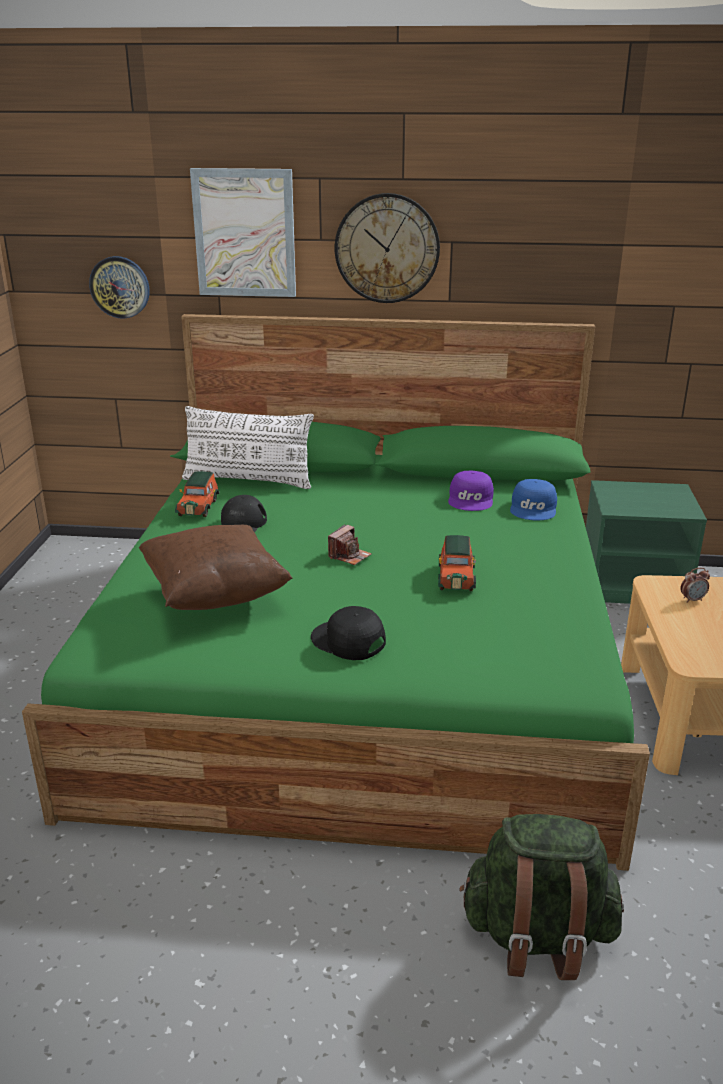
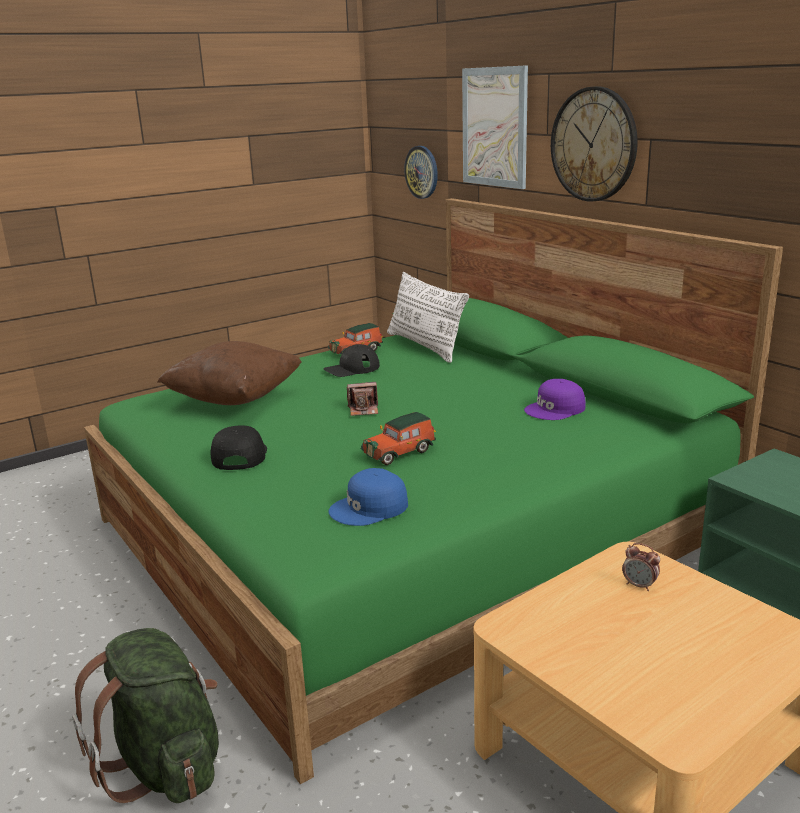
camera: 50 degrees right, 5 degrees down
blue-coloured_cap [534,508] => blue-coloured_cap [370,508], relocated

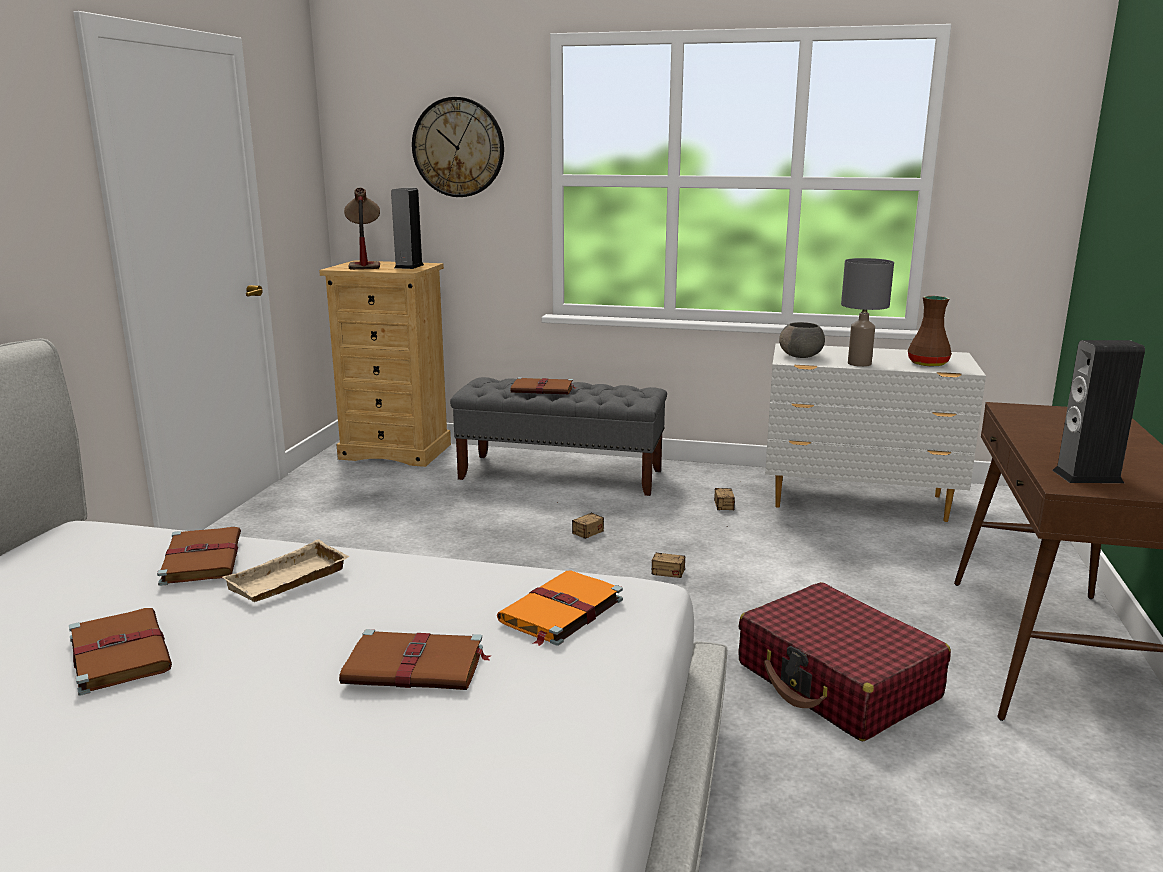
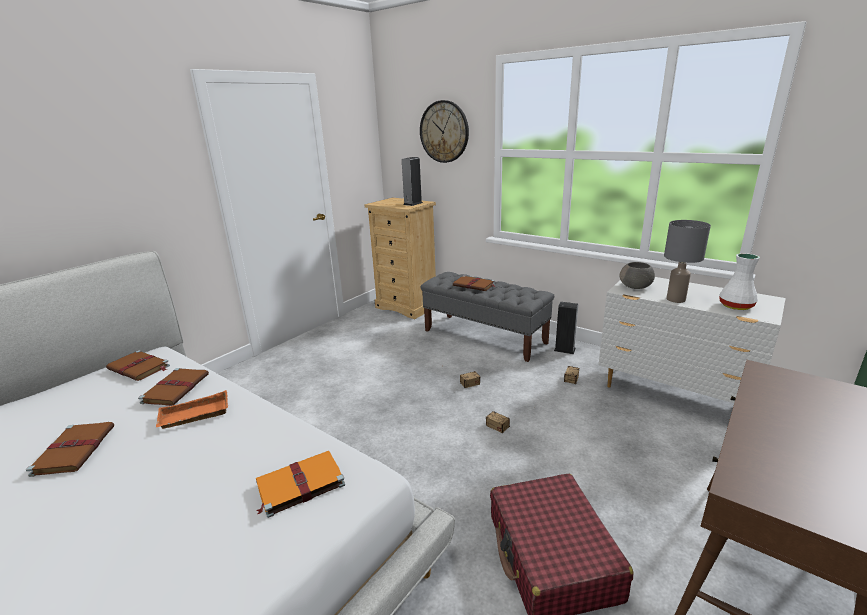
camera: 25 degrees right, 5 degrees up
beige_carrying_tray [288,581] => orange_carrying_tray [194,416]
brown_book [416,666] => brown_book [139,368], relocated
tabletop_lamp [364,265] => nothing
brown_vase [929,364] => whitish_vase [736,306]
loudspeaker [1087,476] => loudspeaker [564,349], relocated

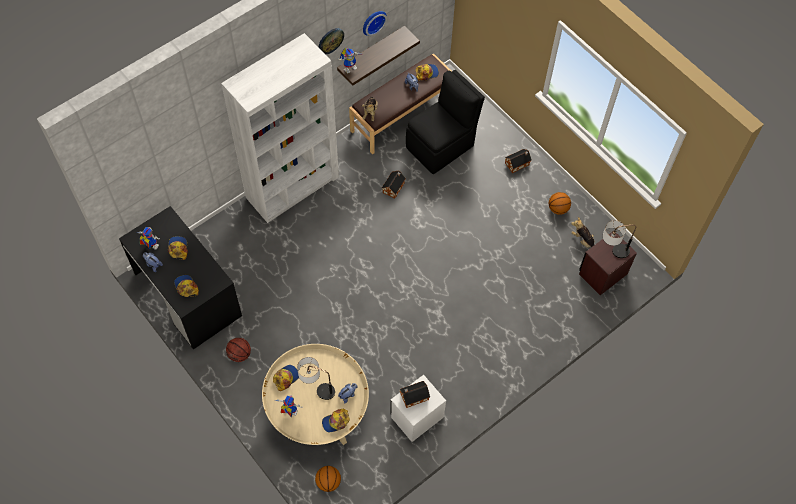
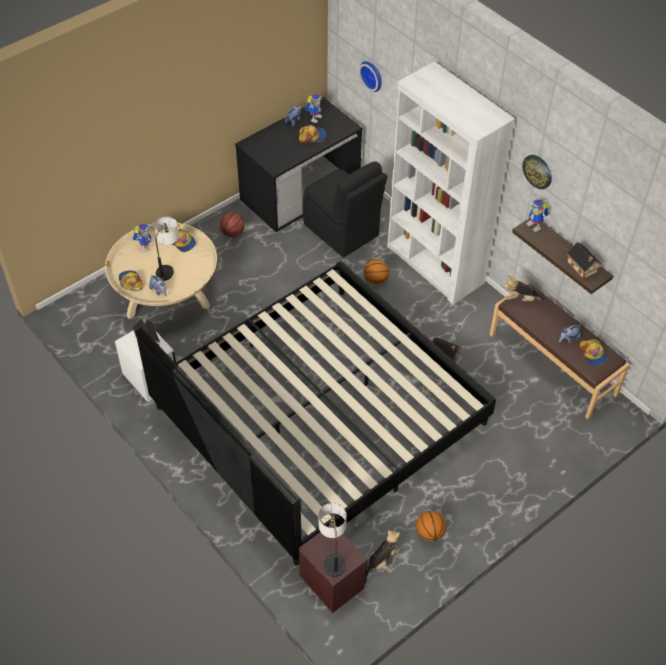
camera: 90 degrees right, 10 degrees down
cap [186,287] => nothing
basketball_ball [328,482] => basketball_ball [375,280], relocated
wall_clock [373,21] => wall_clock [372,75], relocated
black_upright_chair [441,146] => black_upright_chair [342,231], relocated
toy_house [518,163] => toy_house [582,268], relocated
nothing => bedroom_bed [320,415]

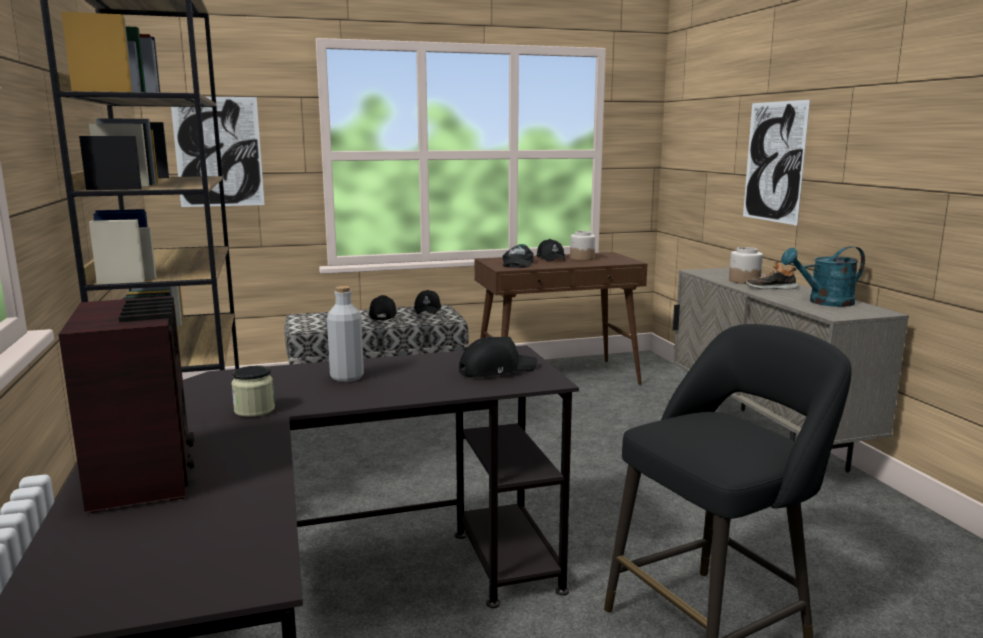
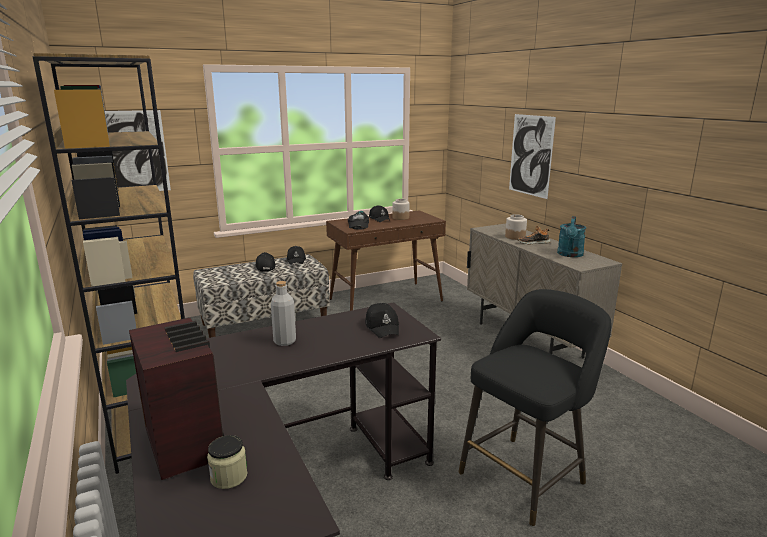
camera: 10 degrees left, 5 degrees up
jar [254,410] => jar [229,477], relocated
black_cap [496,370] => black_cap [382,327], 105 degrees clockwise
turquoise-coloured_sprinkling_can [824,302] => turquoise-coloured_sprinkling_can [570,255], 45 degrees counterclockwise

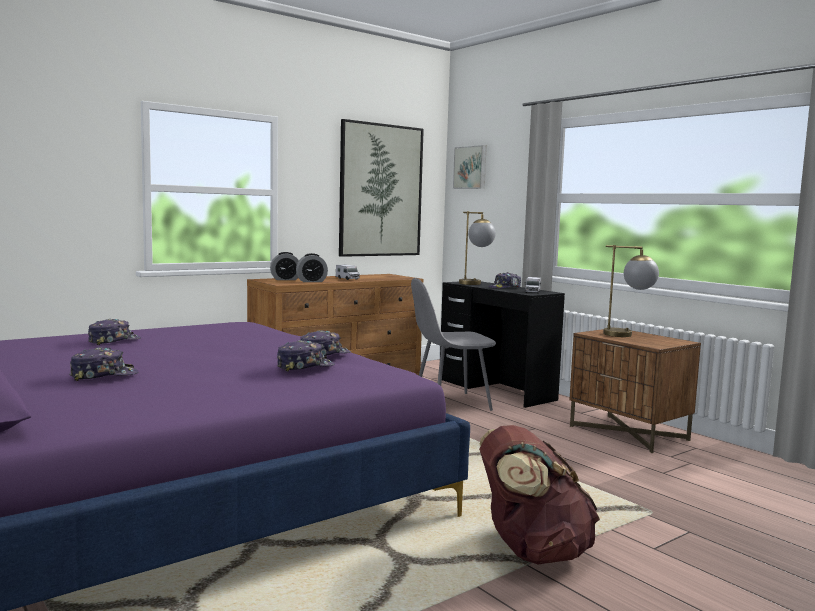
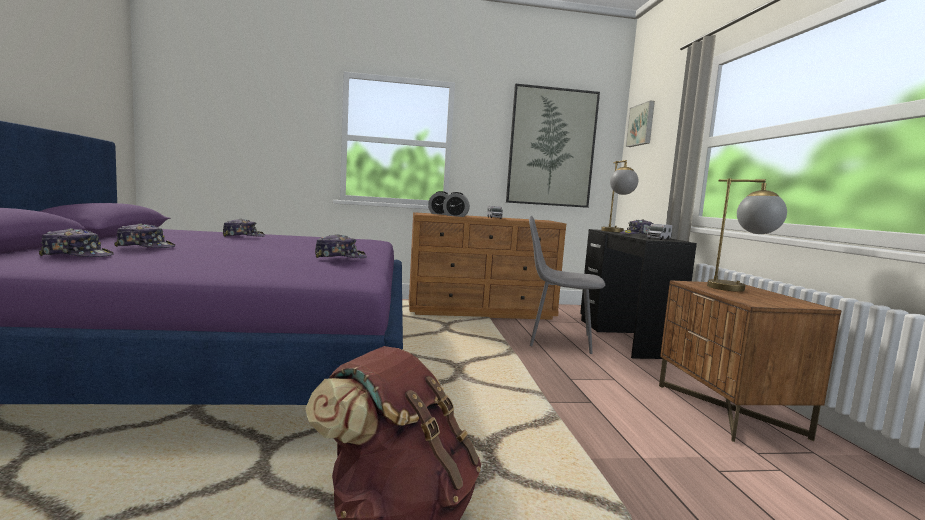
camera: 30 degrees right, 0 degrees up
cap [305,366] => cap [78,255], relocated

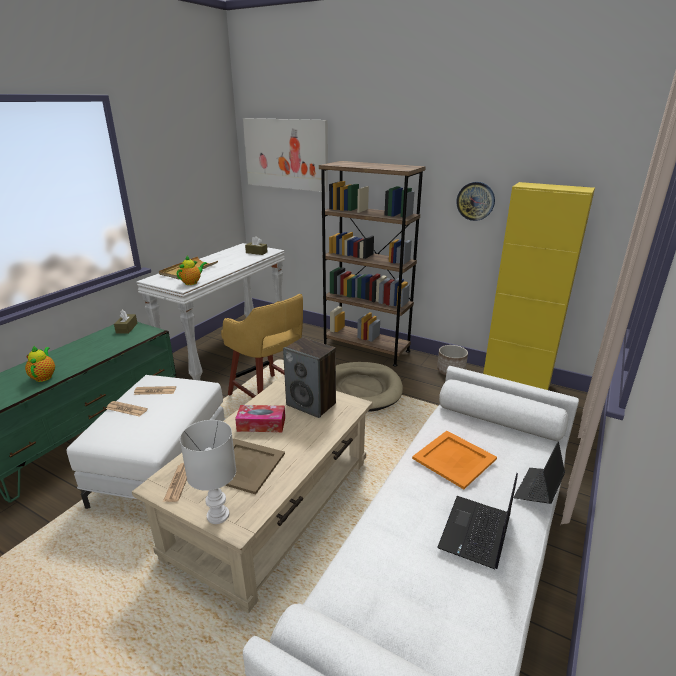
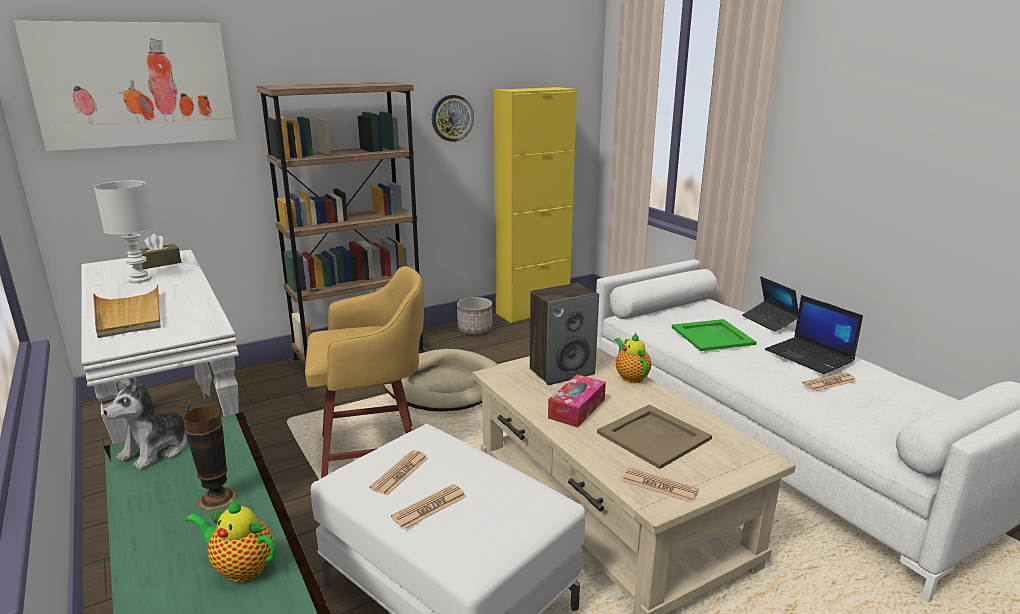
camera: 60 degrees left, 5 degrees down
brown_box_of_tissues [127,328] => soft_toy [157,450]
teapot [192,282] => teapot [630,377], relocated
whitish_tabletop_lamp [217,516] => whitish_tabletop_lamp [140,280], relocated
orange_carrying_tray [455,459] => green-coloured_carrying_tray [712,335]
nothing => vase [217,498]
nothing => printed_paper [829,382]

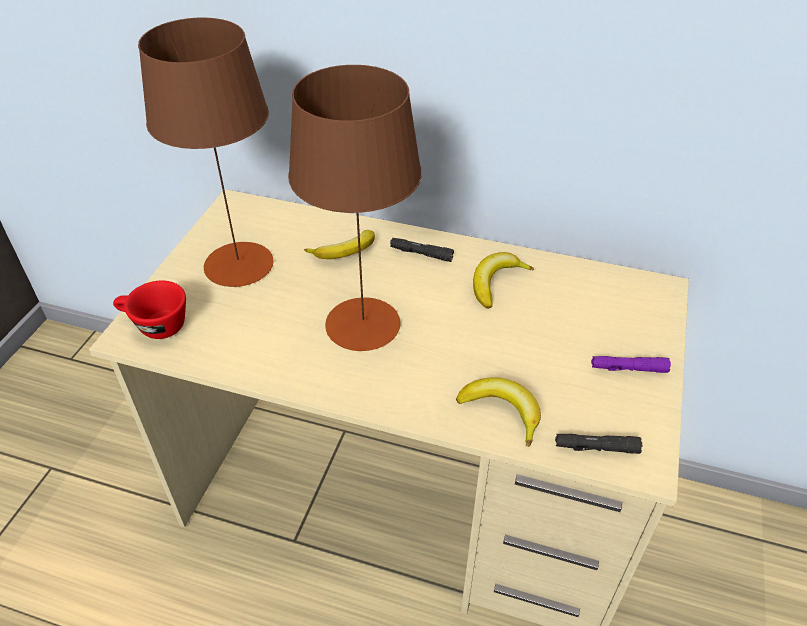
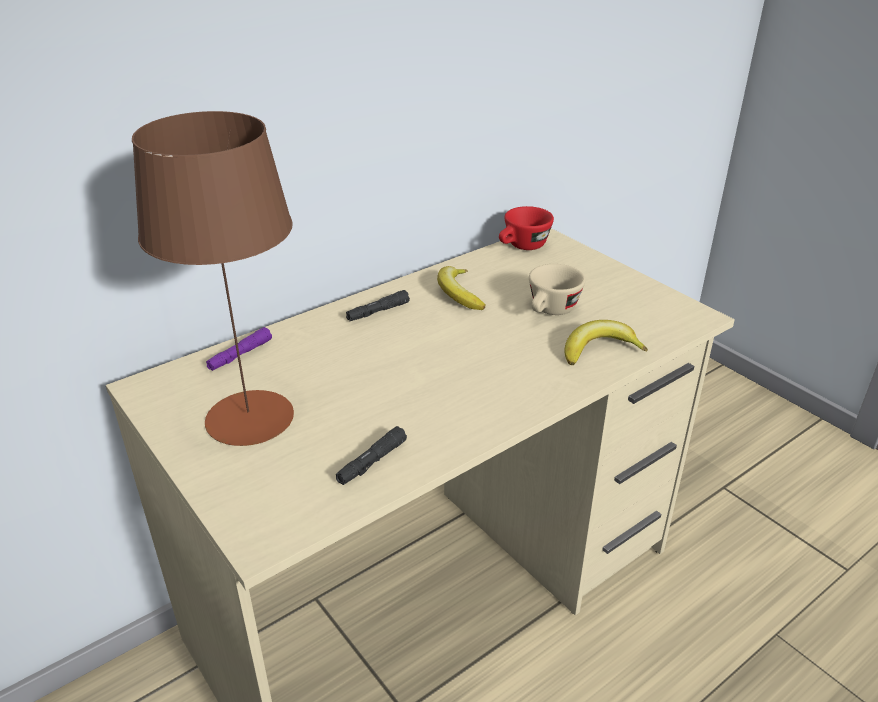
camera: 55 degrees left, 10 degrees down
reddish_small_cup [155,326] => reddish_small_cup [522,247], relocated
brown_tabletop_lamp [363,324] => nothing
banana_fruit [345,252] => nothing
black_hand_torch [596,448] => black_hand_torch [372,462], relocated
purplish_hand_torch [628,369] => purplish_hand_torch [240,355], relocated
nothing => beige_small_cup [551,311]

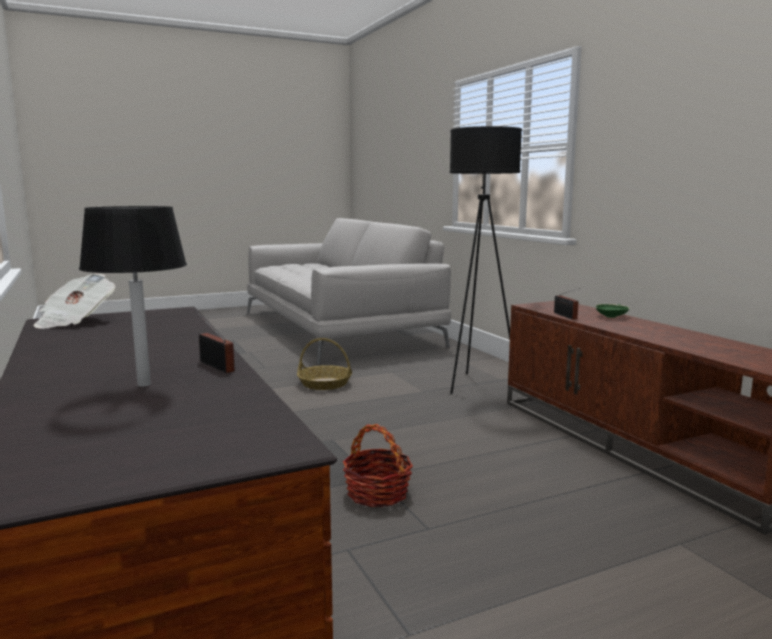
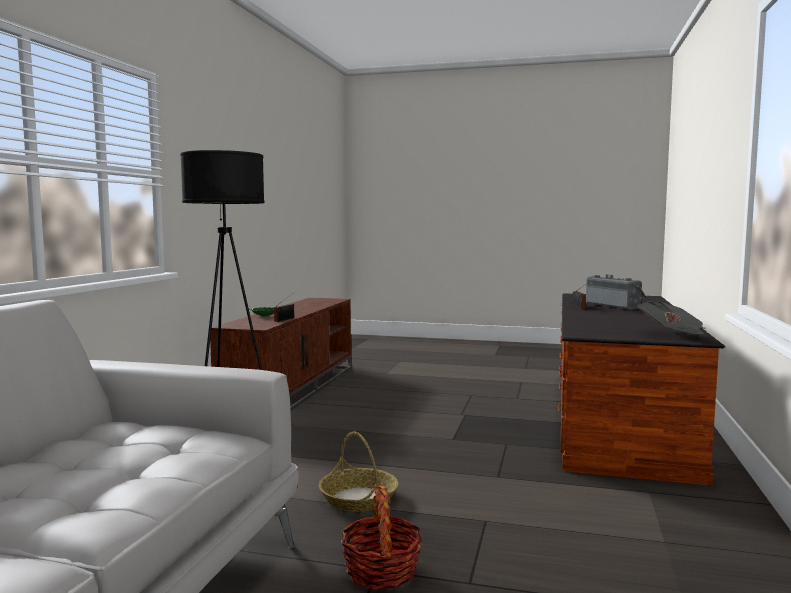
camera: 140 degrees left, 5 degrees down
black_tabletop_lamp [143,385] => radio_set [614,306]
basket [377,493] => basket [381,571], relocated

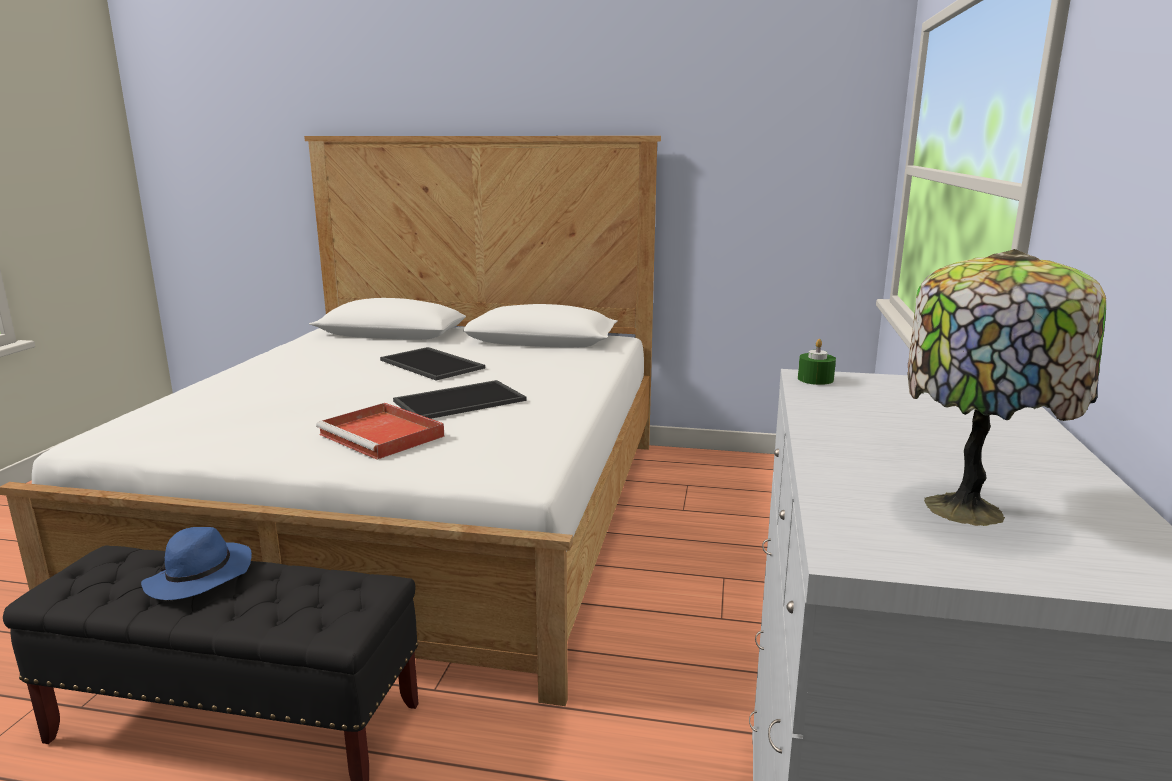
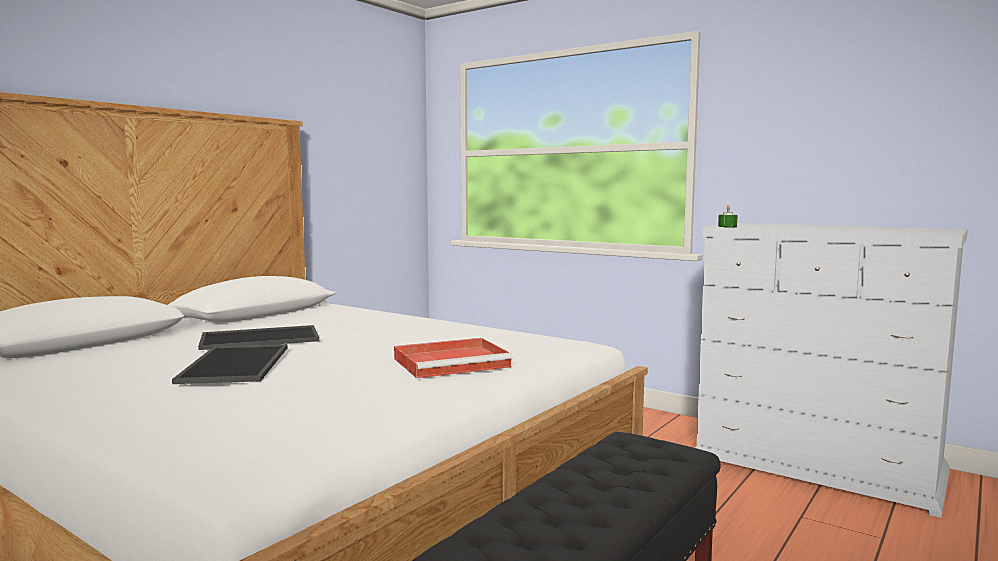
camera: 65 degrees left, 10 degrees down
blue-coloured_wearable_hat [199,578] => nothing
carrying_tray [460,400] => carrying_tray [233,364], relocated
tabletop_lamp [971,510] => nothing

